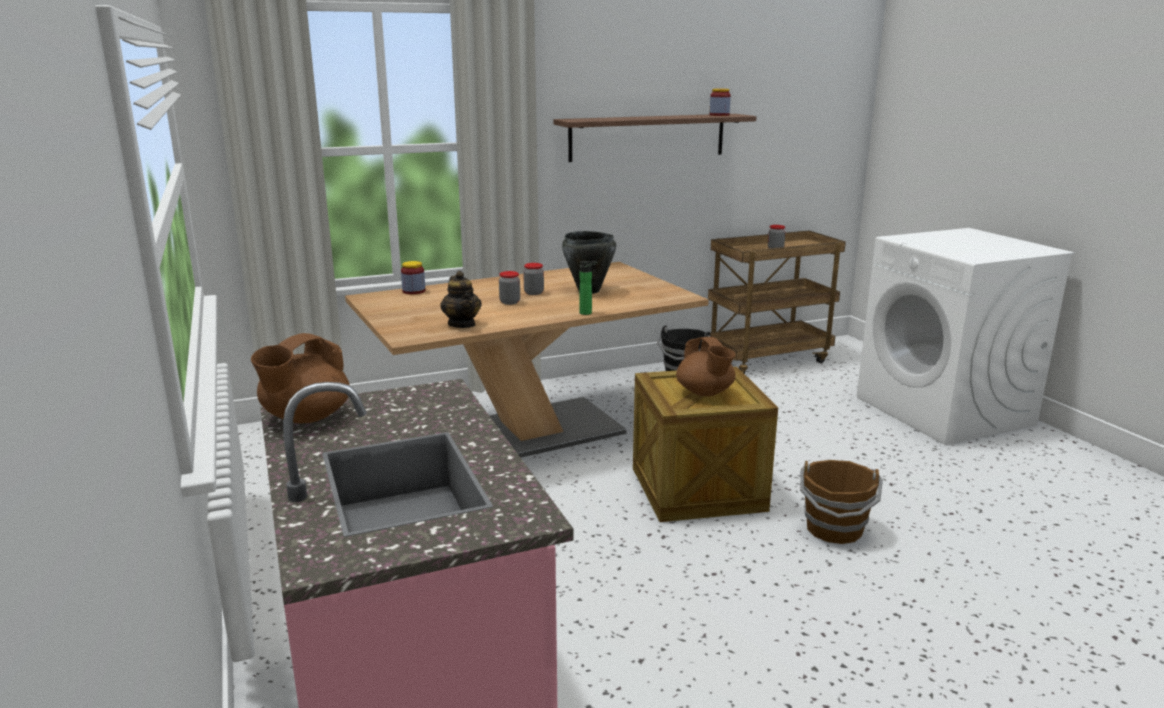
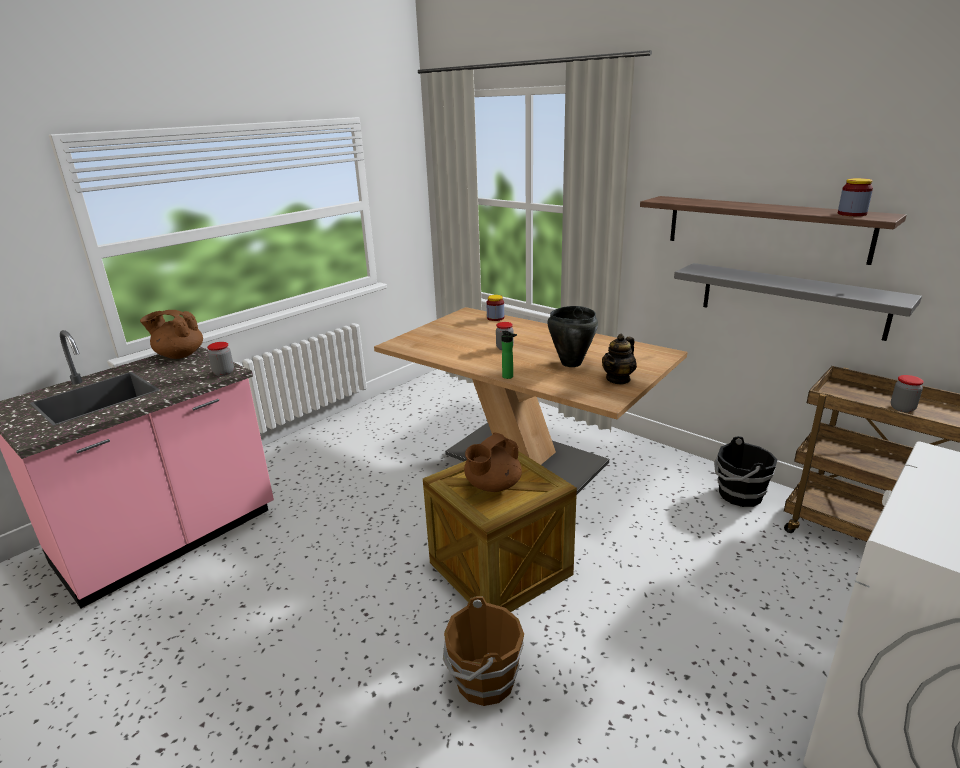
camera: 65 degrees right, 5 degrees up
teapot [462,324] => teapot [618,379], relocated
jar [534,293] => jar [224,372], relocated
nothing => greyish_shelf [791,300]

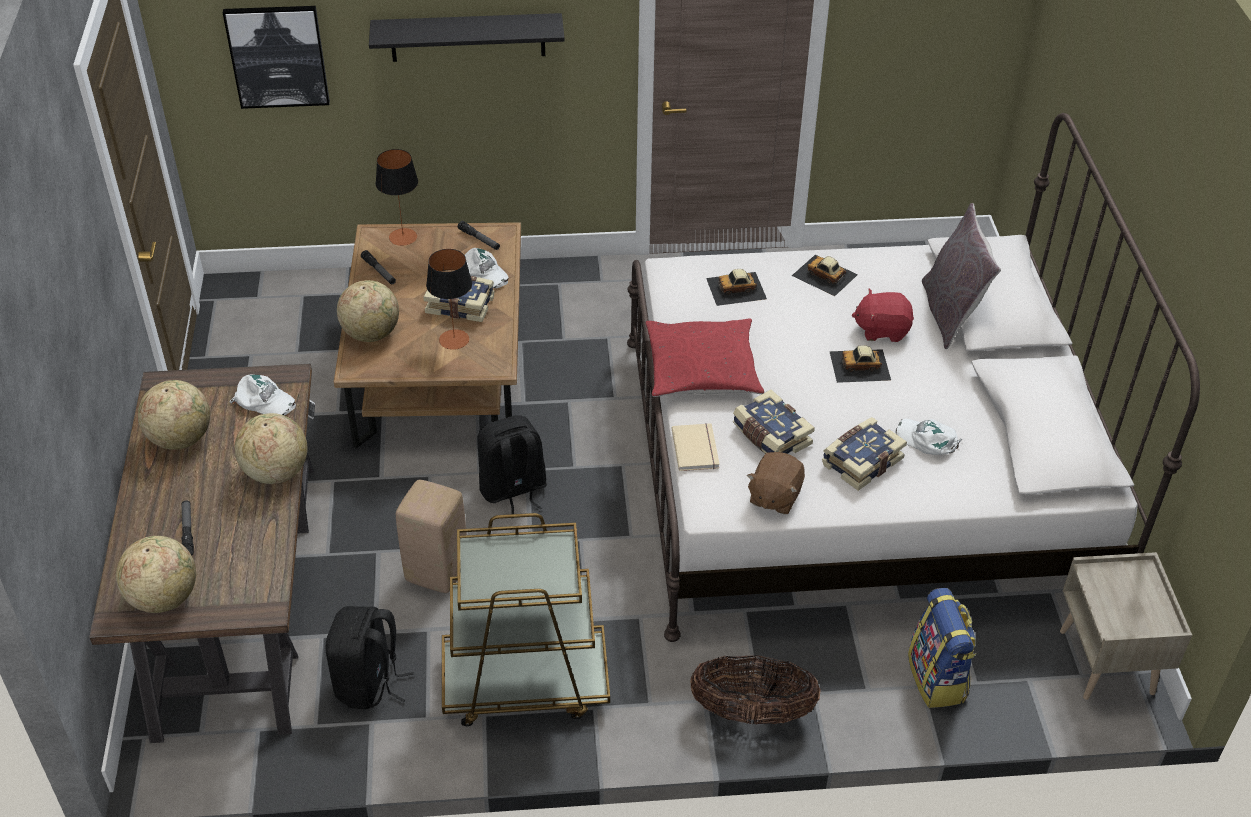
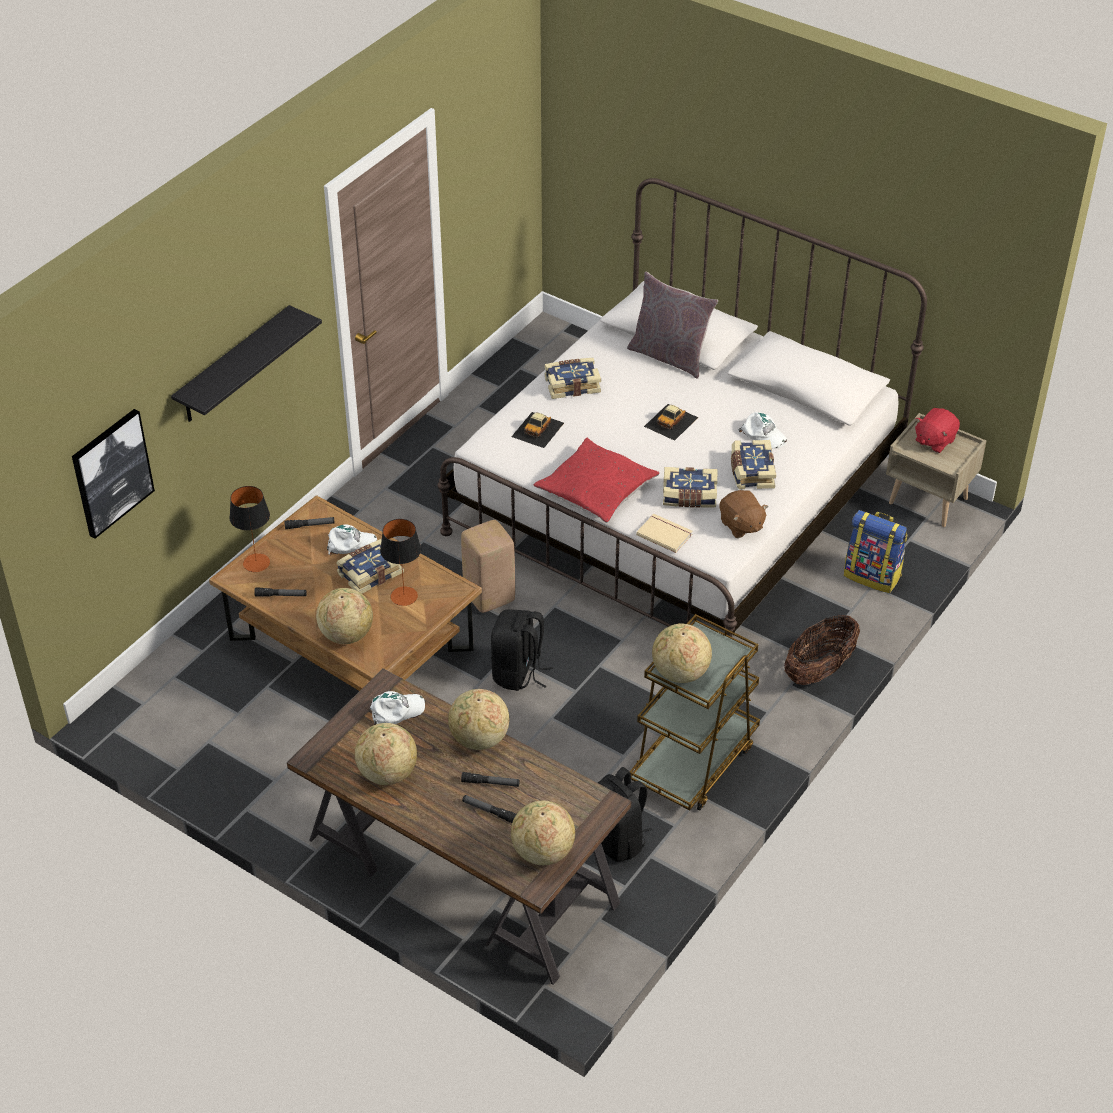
camera: 50 degrees left, 0 degrees up
beige_sitting_stool [437,573] => beige_sitting_stool [490,597], relocated
miniature_car [824,275] => book [572,384]
reddish_soft_toy [882,329] => reddish_soft_toy [934,441], relocated
whitish_cap [927,439] => whitish_cap [763,435], 120 degrees counterclockwise
nothing => hand_torch [490,783]
nothing => globe [680,673]

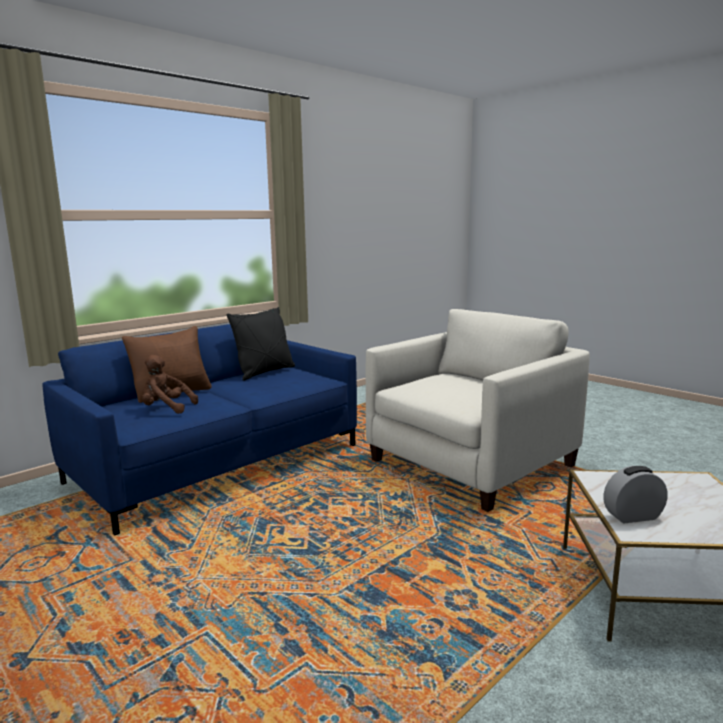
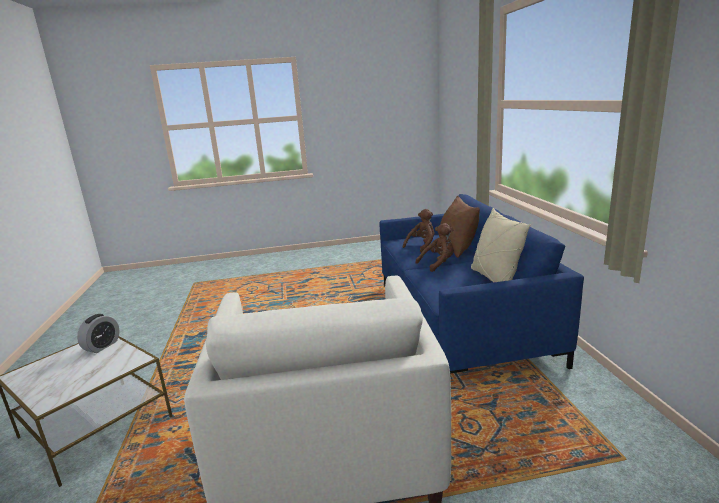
camera: 125 degrees right, 5 degrees up
black_cushion [264,372] => beige_cushion [495,279]
nothing => brown_soft_toy [438,264]

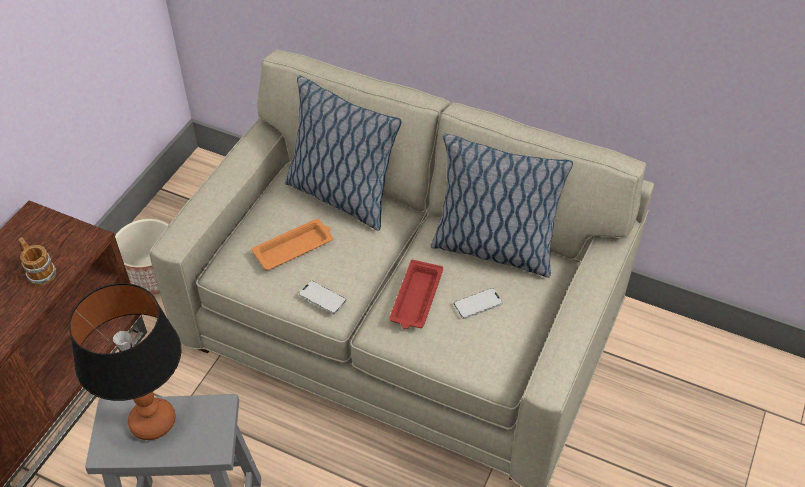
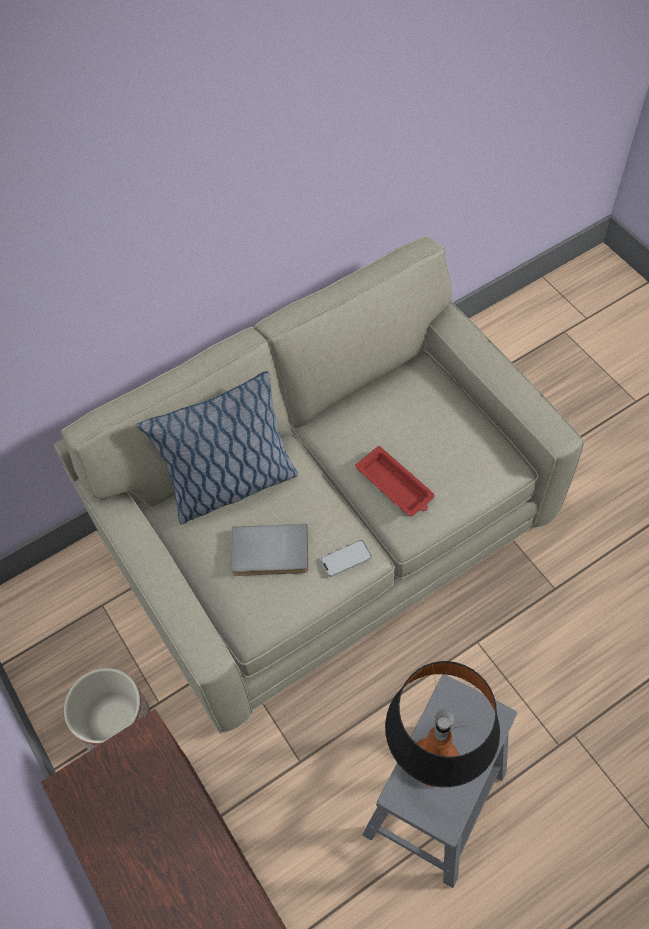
camera: 55 degrees left, 10 degrees up
mug [39,272] => nothing
orange_carrying_tray [294,248] => greyish_book [270,554]
cushion [492,248] => nothing
phone [477,304] => nothing

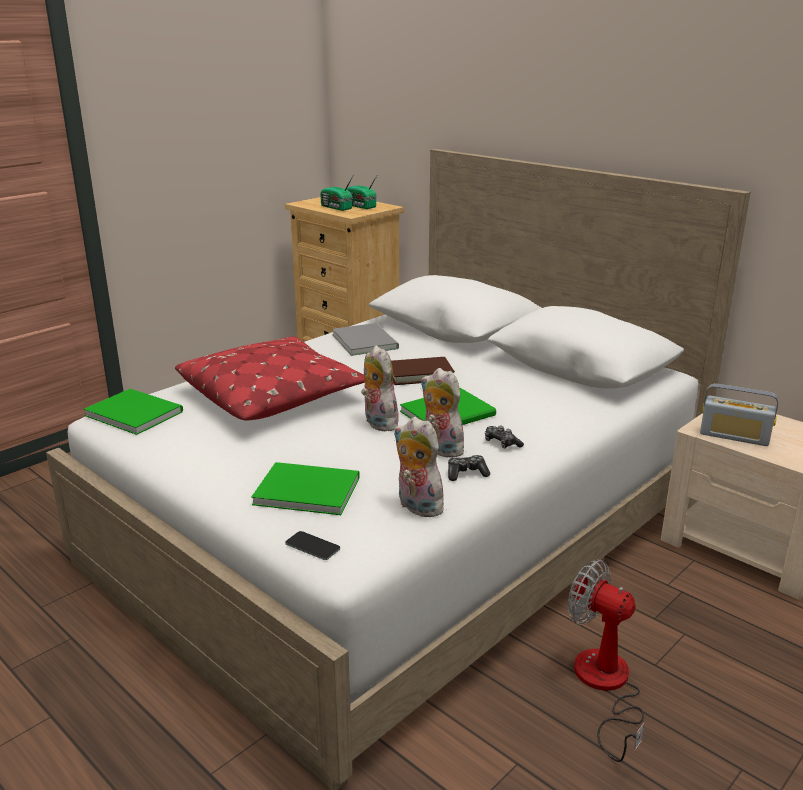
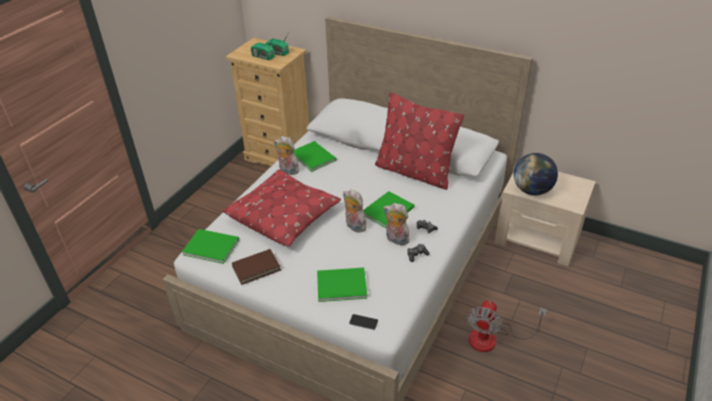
camera: 15 degrees left, 15 degrees up
greyish_book [365,340] => green-coloured_book [313,156]
brown_book [420,374] => brown_book [256,268], relocated
soft_toy [416,507] => soft_toy [287,171], relocated
electric_fan [605,686] => electric_fan [492,338], 90 degrees counterclockwise
radio_set [734,436] => globe [532,190]
nothing => reddish_cushion [414,172]

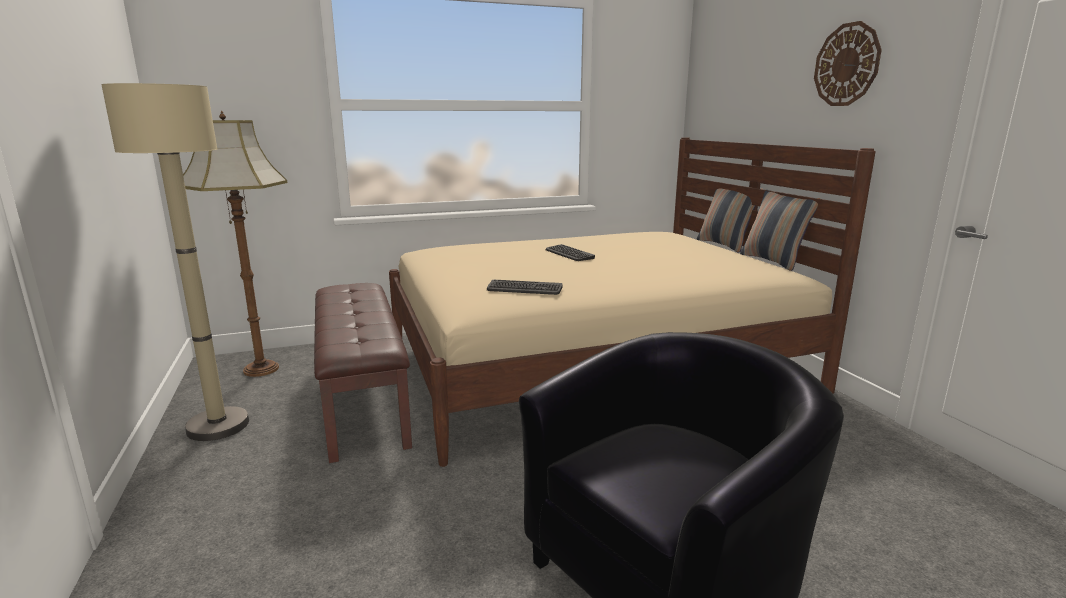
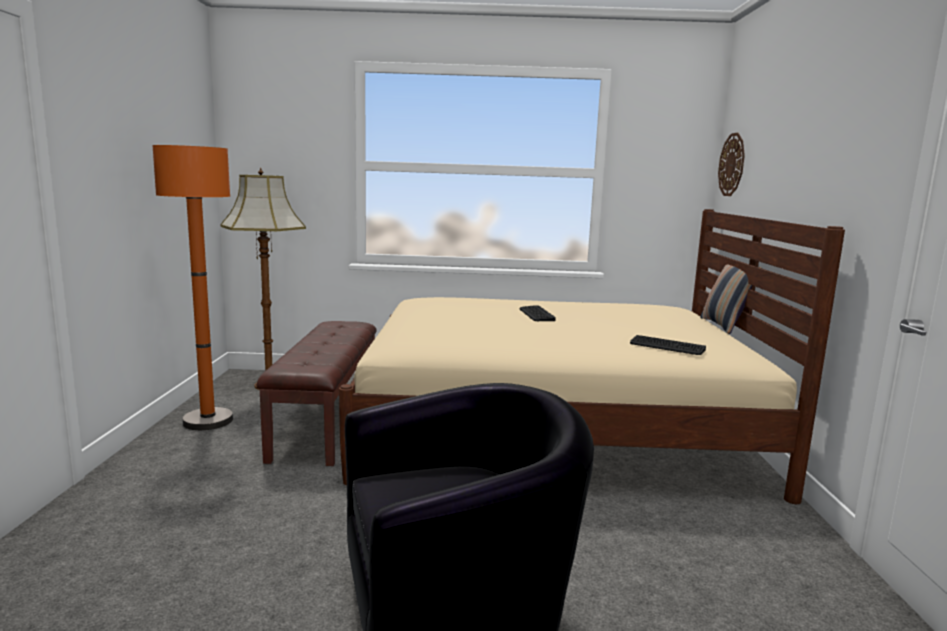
camera: 20 degrees right, 5 degrees down
beige_standing_lamp [218,426] => orange_standing_lamp [208,421]
keyboard [524,289] => keyboard [667,346], relocated
cushion [773,261] => nothing
wall_clock [846,65] => wall_clock [732,164], relocated

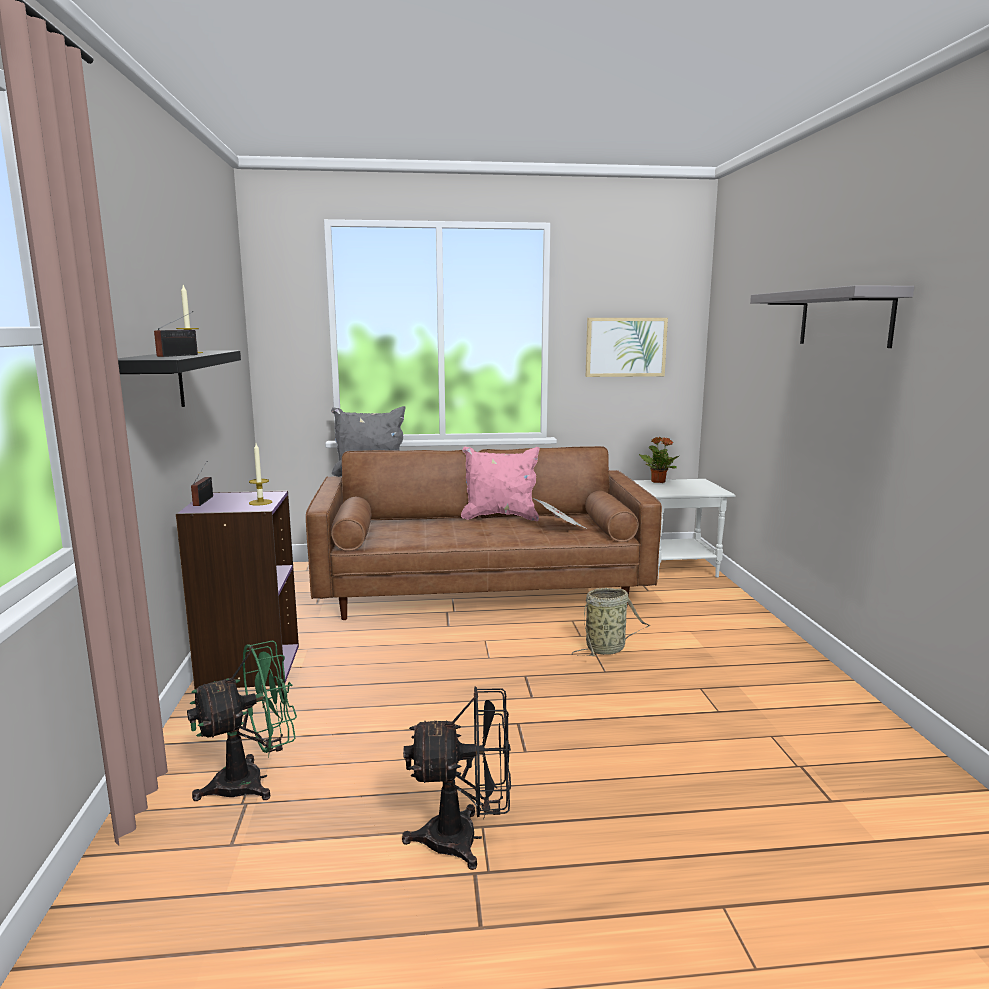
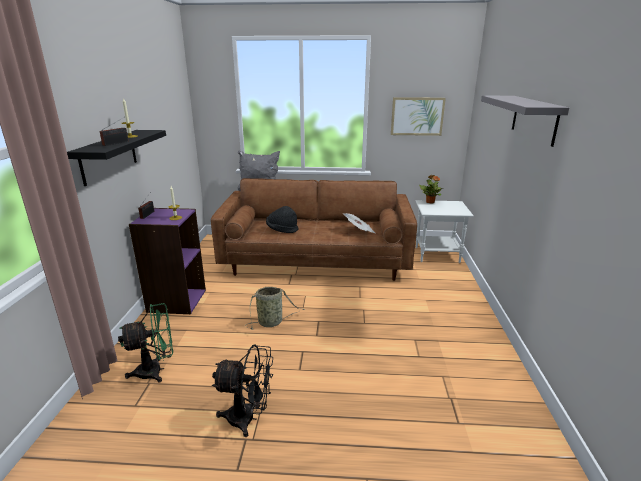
camera: 10 degrees right, 10 degrees up
pinkish_cushion [500,517] => nothing
basket [607,648] => basket [272,322], relocated
nothing => black_wearable_hat [282,230]

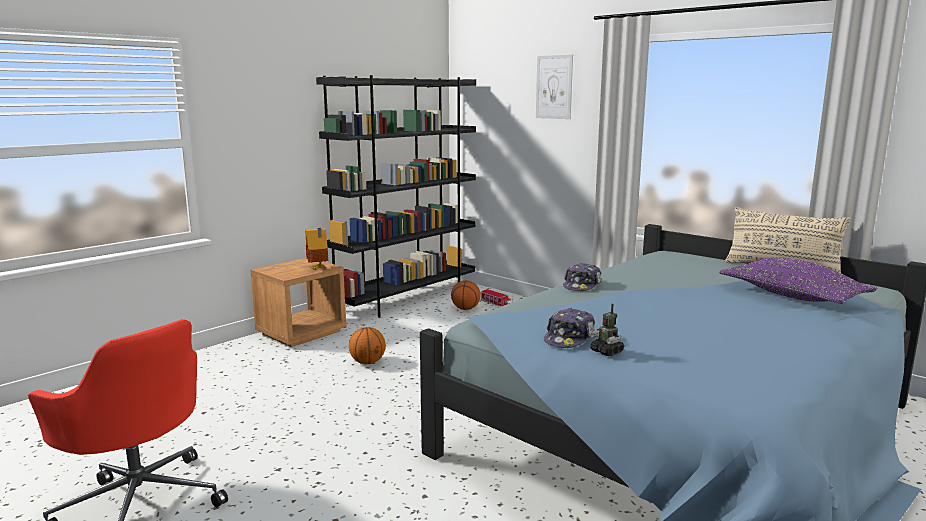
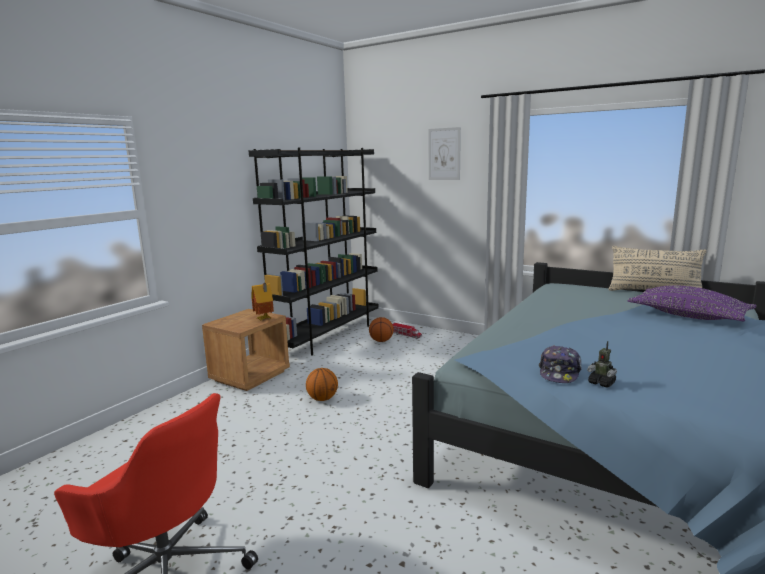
camera: 10 degrees left, 0 degrees up
cap [582,285] => nothing

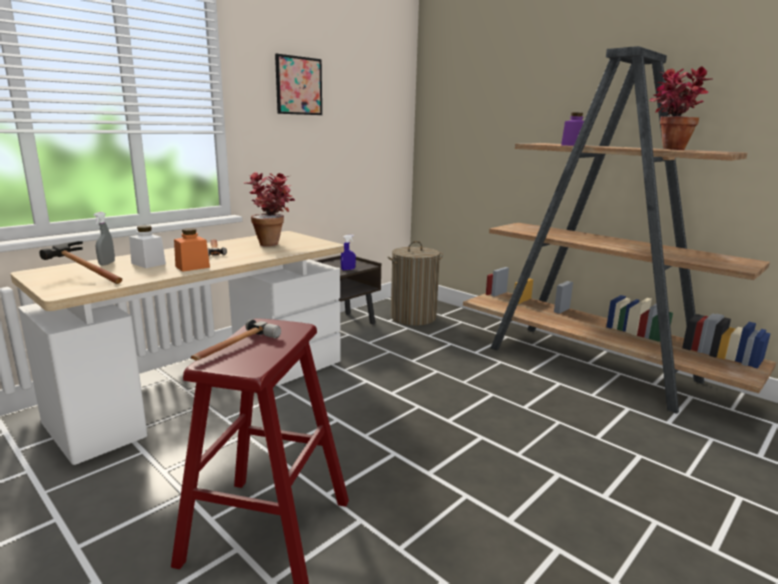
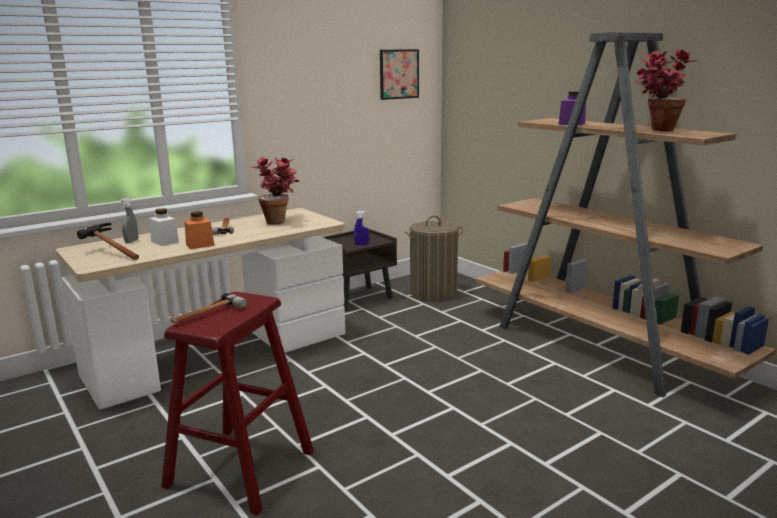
camera: 10 degrees right, 0 degrees up
wall_picture [299,86] => wall_picture [399,74], relocated

